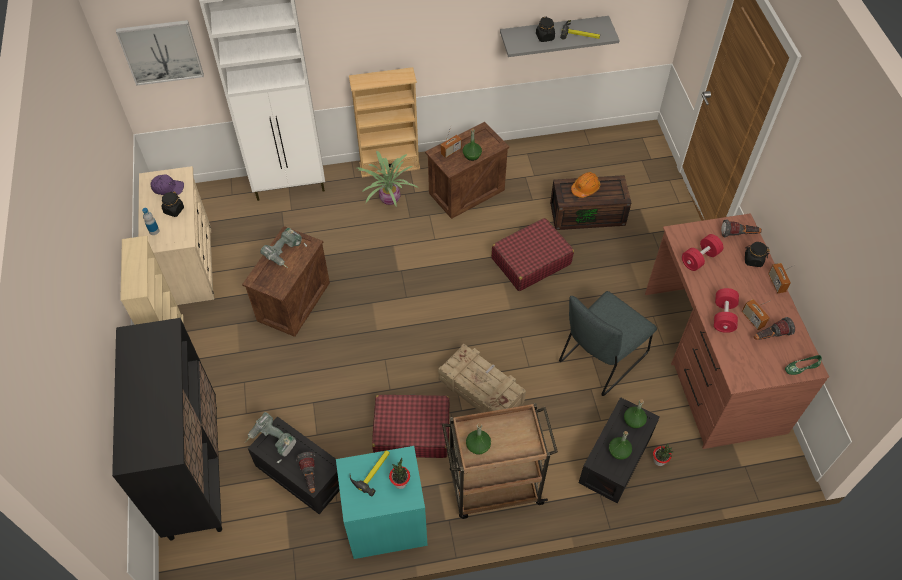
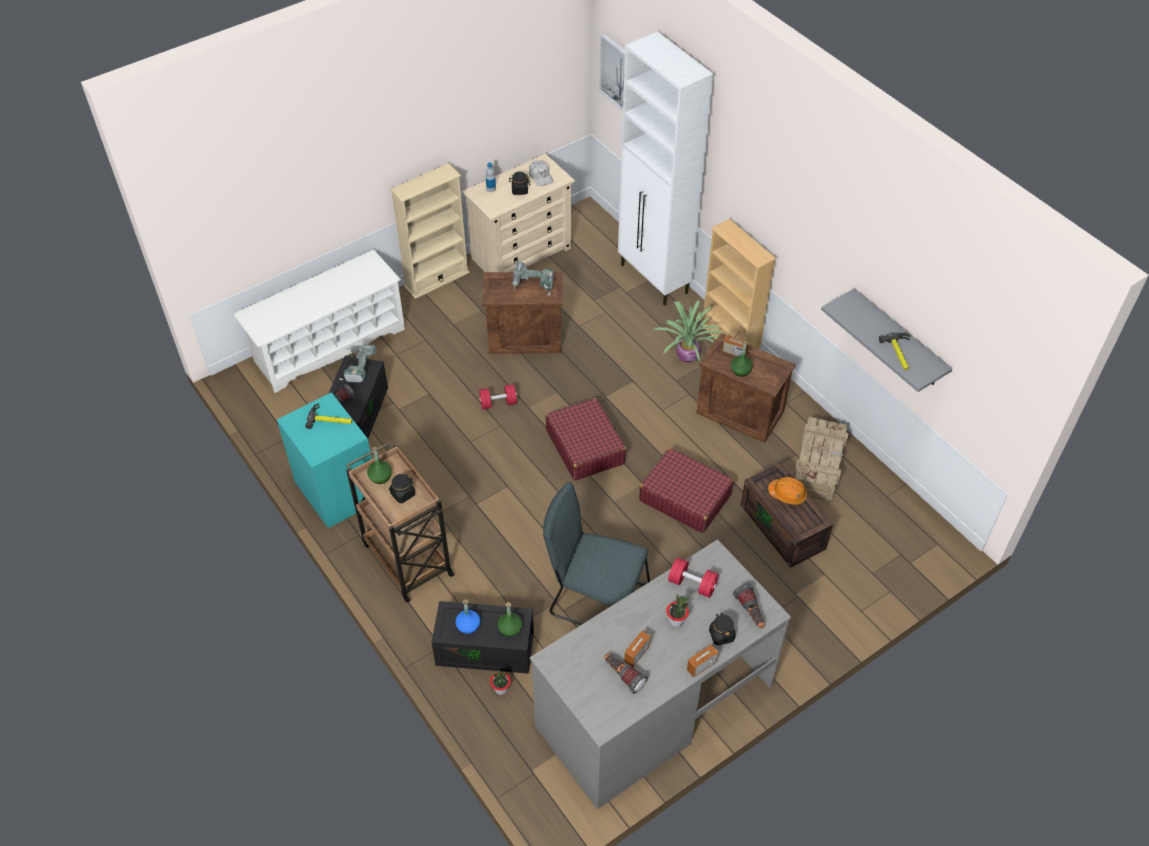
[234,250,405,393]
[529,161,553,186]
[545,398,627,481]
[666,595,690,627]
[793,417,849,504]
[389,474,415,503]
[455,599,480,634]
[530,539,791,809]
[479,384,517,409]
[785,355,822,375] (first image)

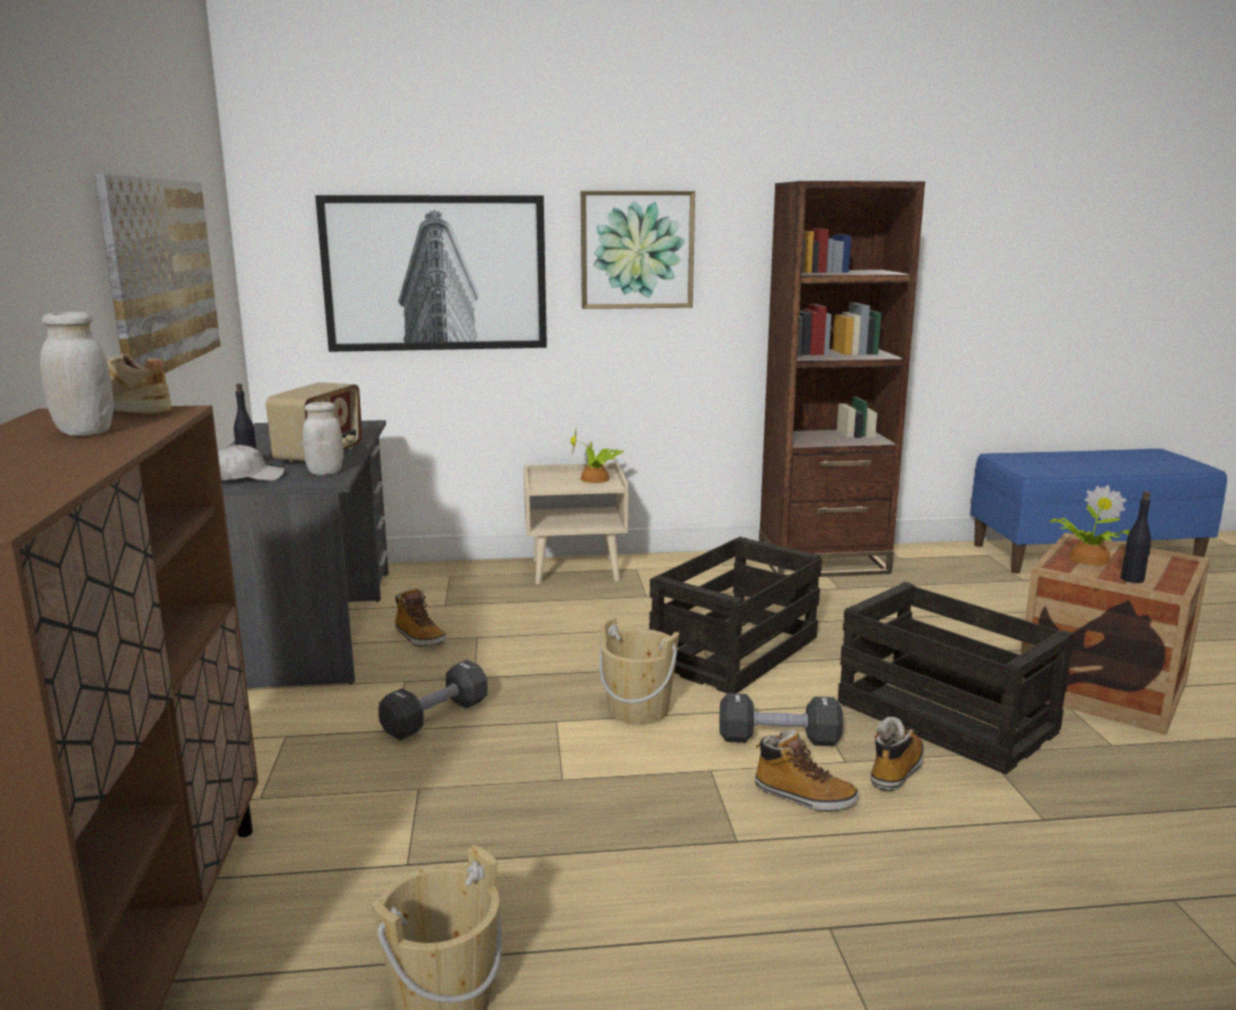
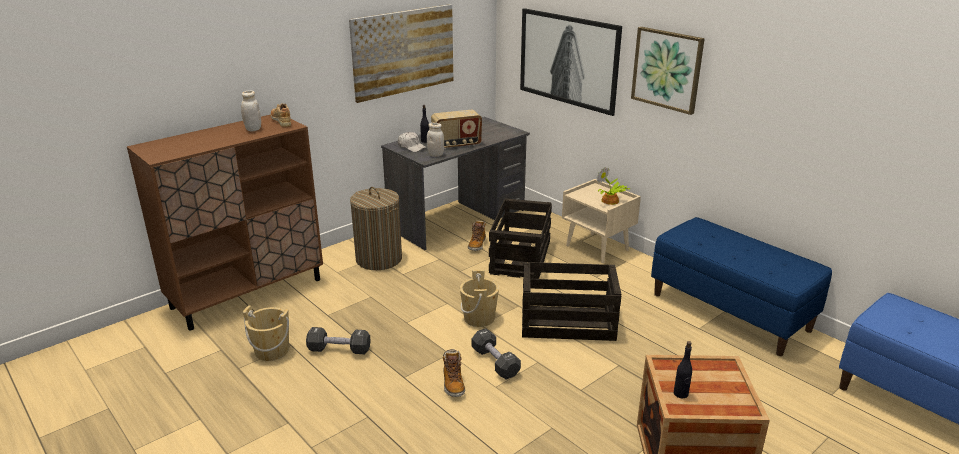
[306,327,371,354]
[651,217,832,356]
[489,198,552,279]
[871,717,924,791] (first image)
[1048,485,1130,565] (first image)
[350,187,402,270]

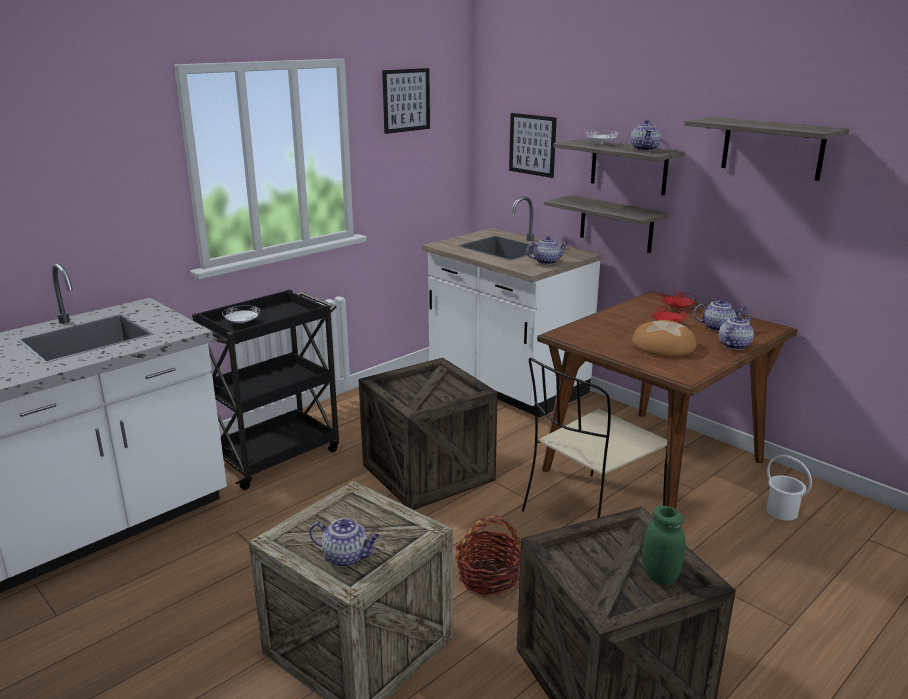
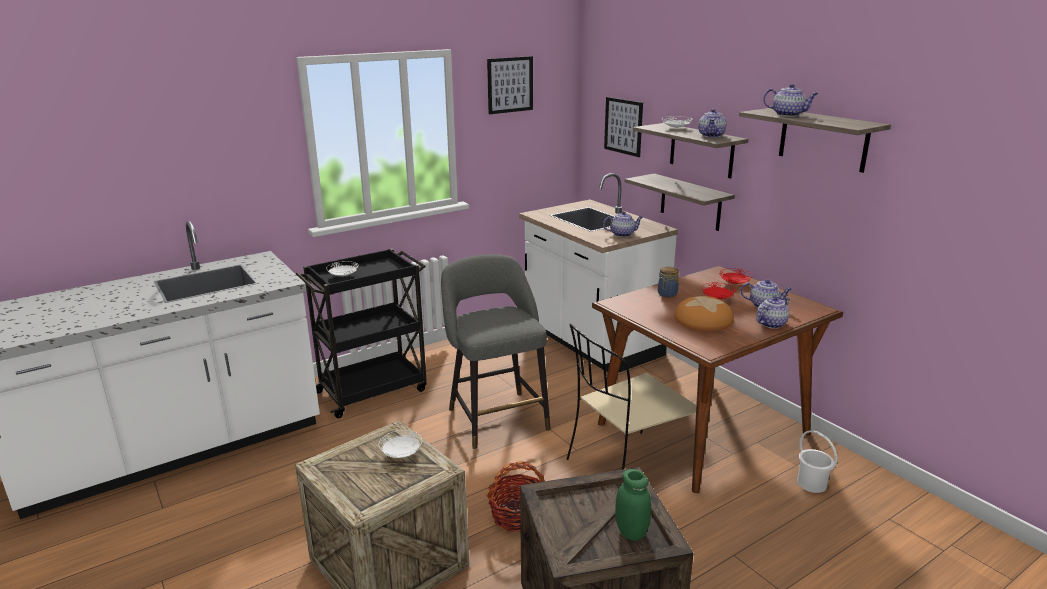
[763,84,818,117]
[441,254,551,449]
[379,430,422,458]
[658,267,679,297]

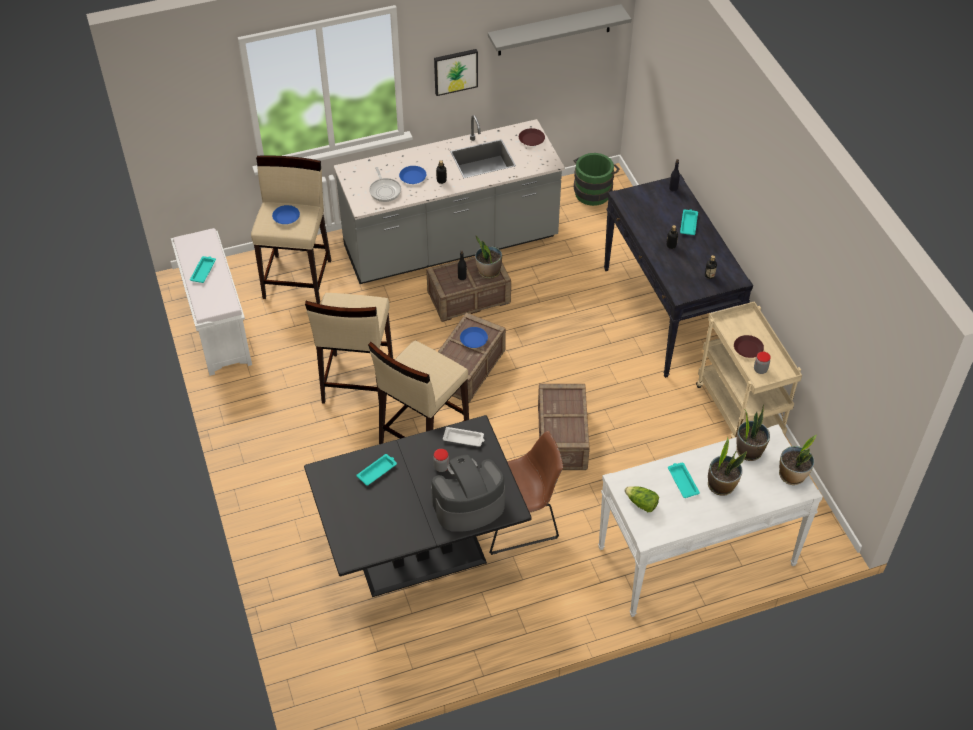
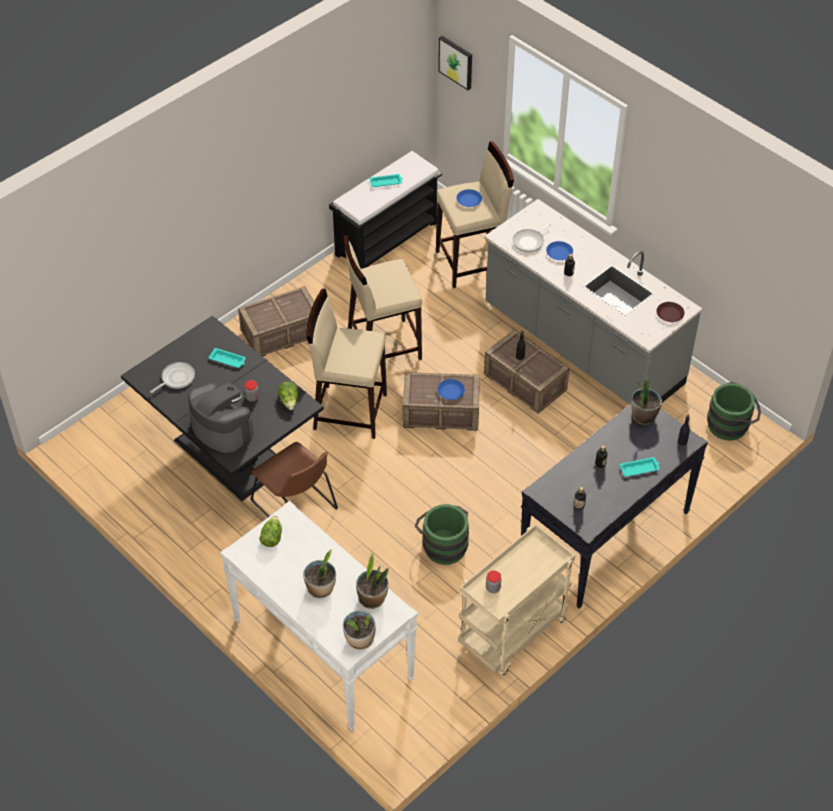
[329,150,442,269]
[438,36,472,90]
[278,382,298,410]
[631,373,662,425]
[488,4,631,56] (first image)
[238,286,314,356]
[668,462,700,498] (first image)
[734,335,764,358] (first image)
[150,362,195,393]
[415,504,469,565]

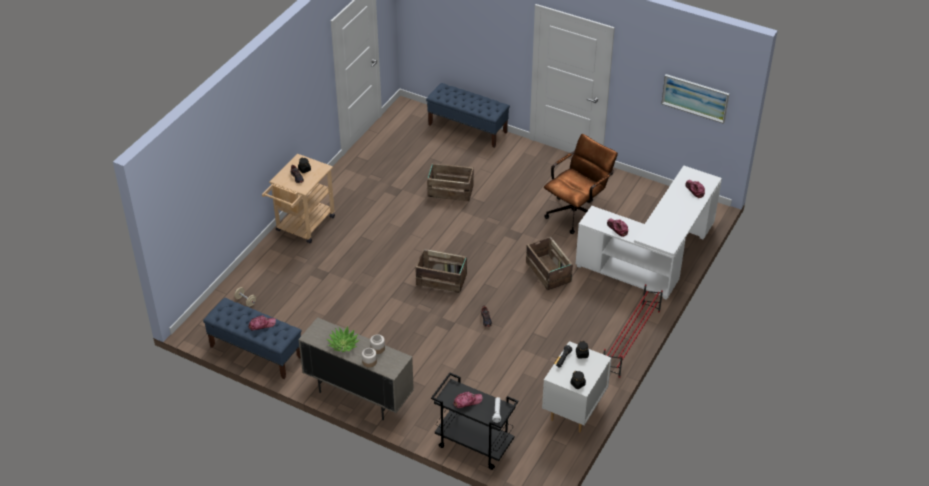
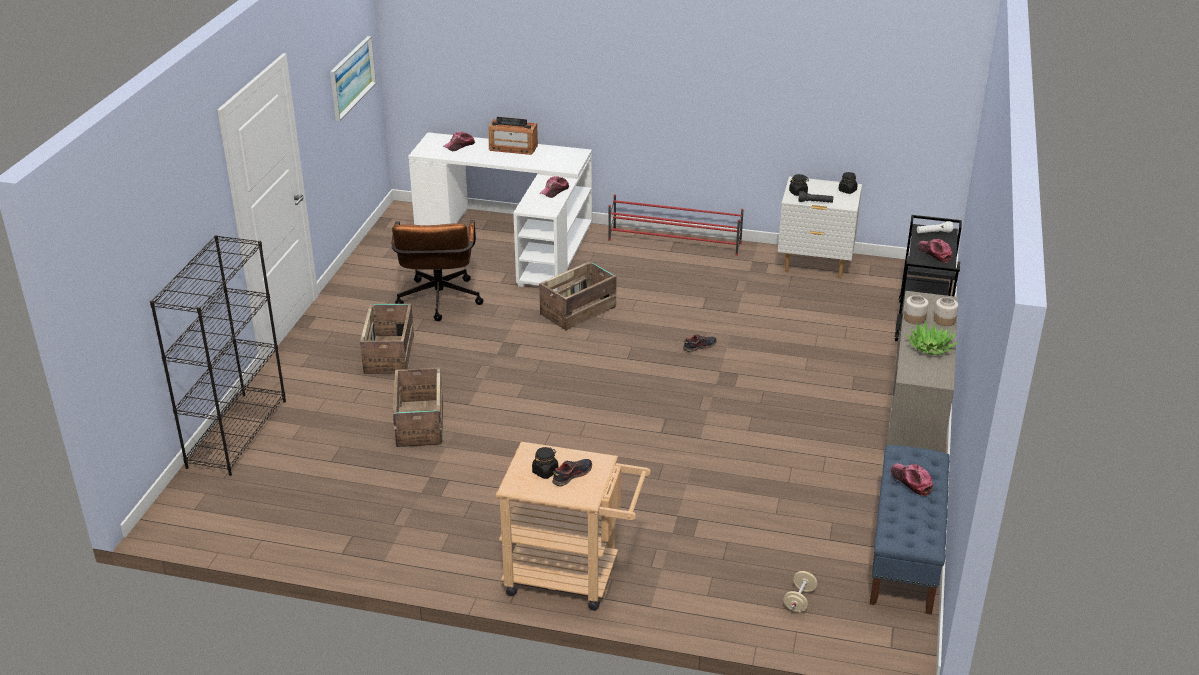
[360,304,414,374]
[150,235,286,476]
[391,220,484,321]
[488,117,538,155]

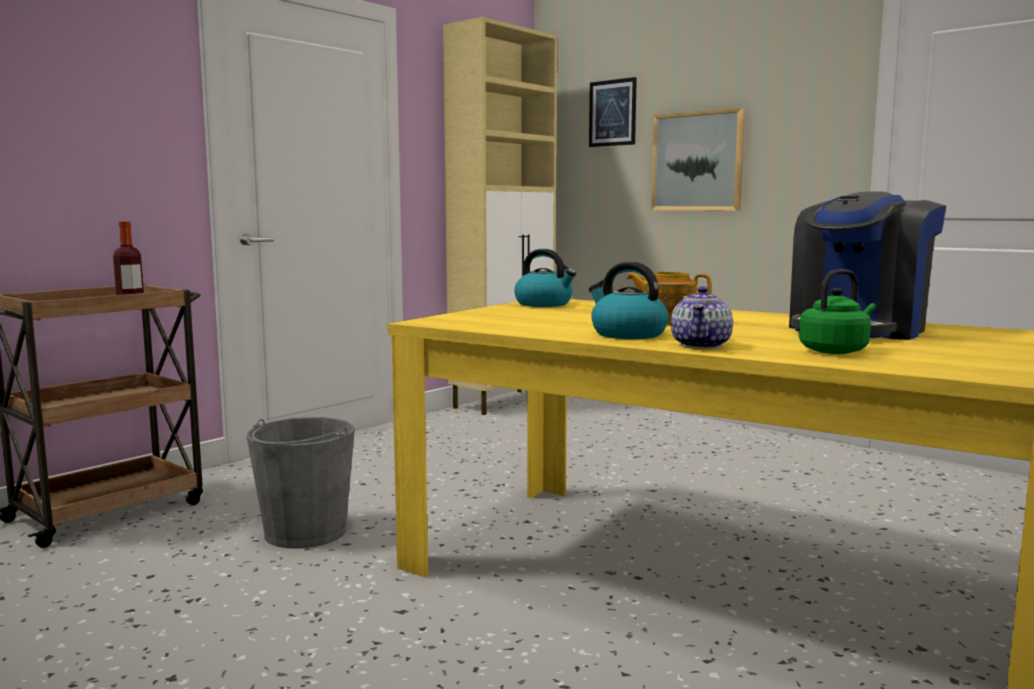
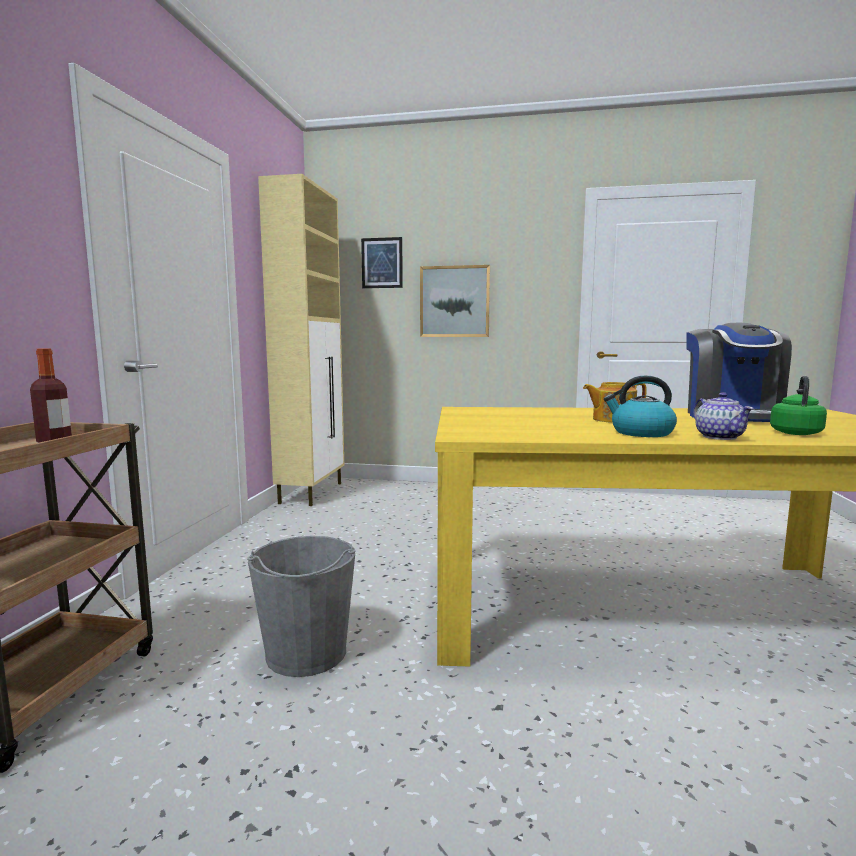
[514,249,576,307] (first image)

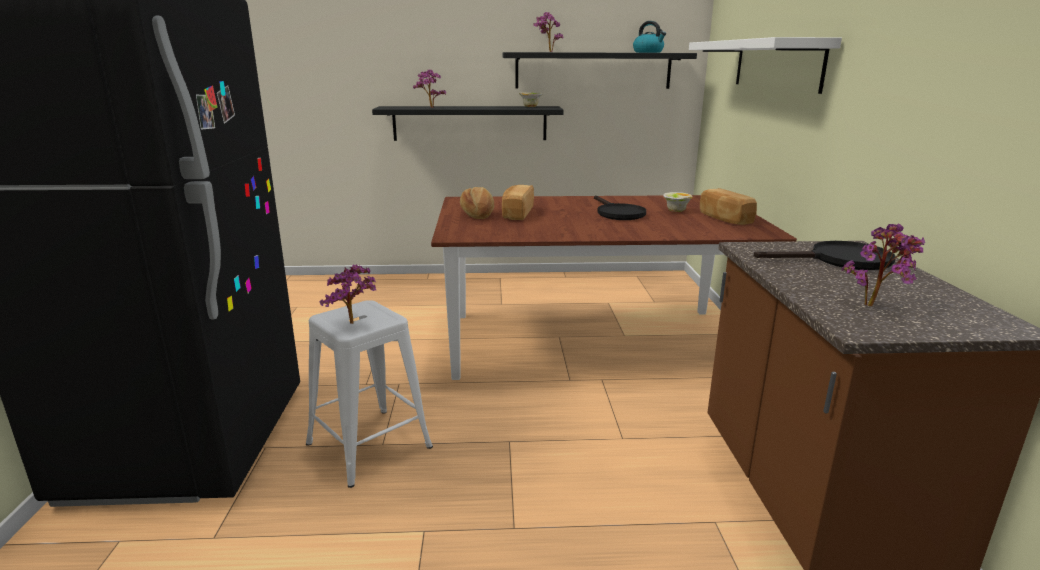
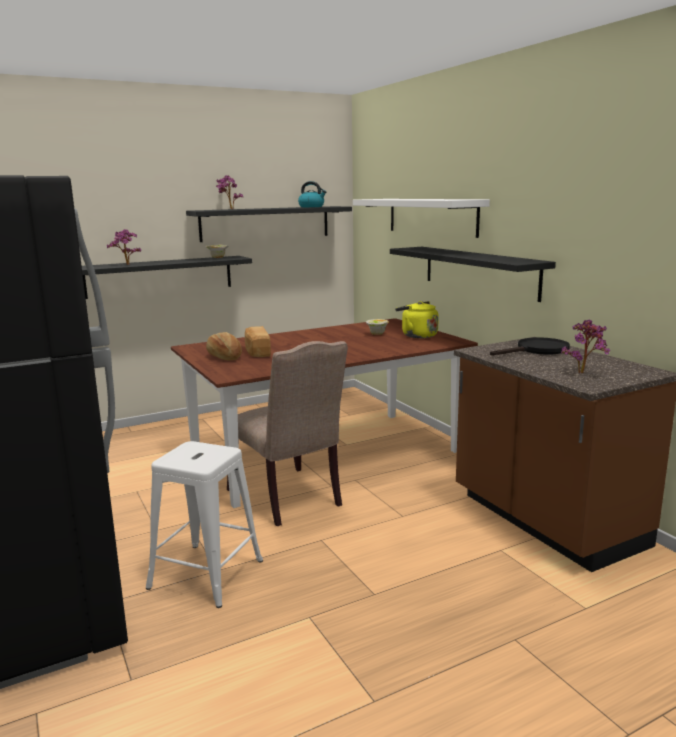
[319,264,376,324] (first image)
[594,196,646,220] (first image)
[395,301,439,338]
[227,341,348,526]
[390,247,556,302]

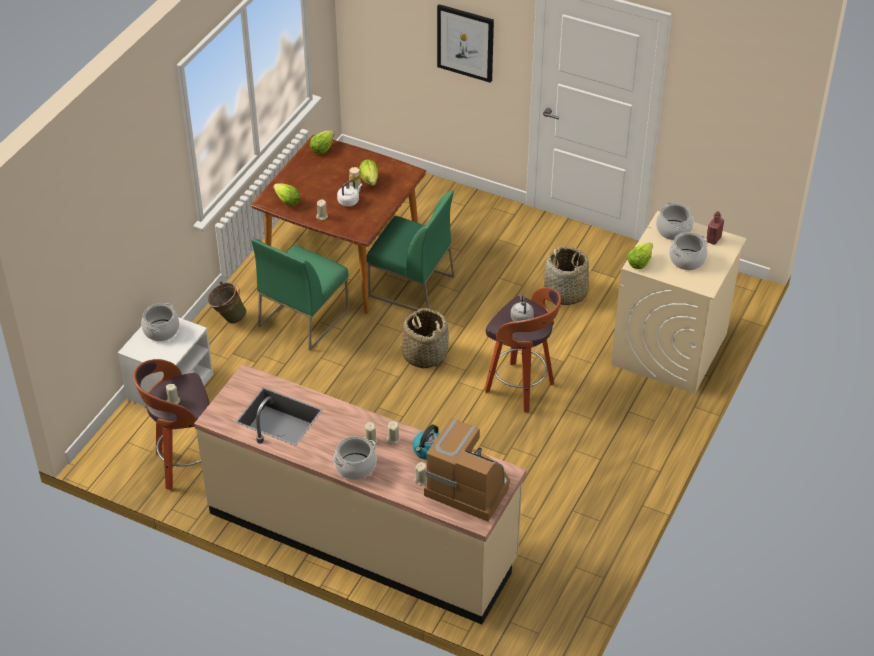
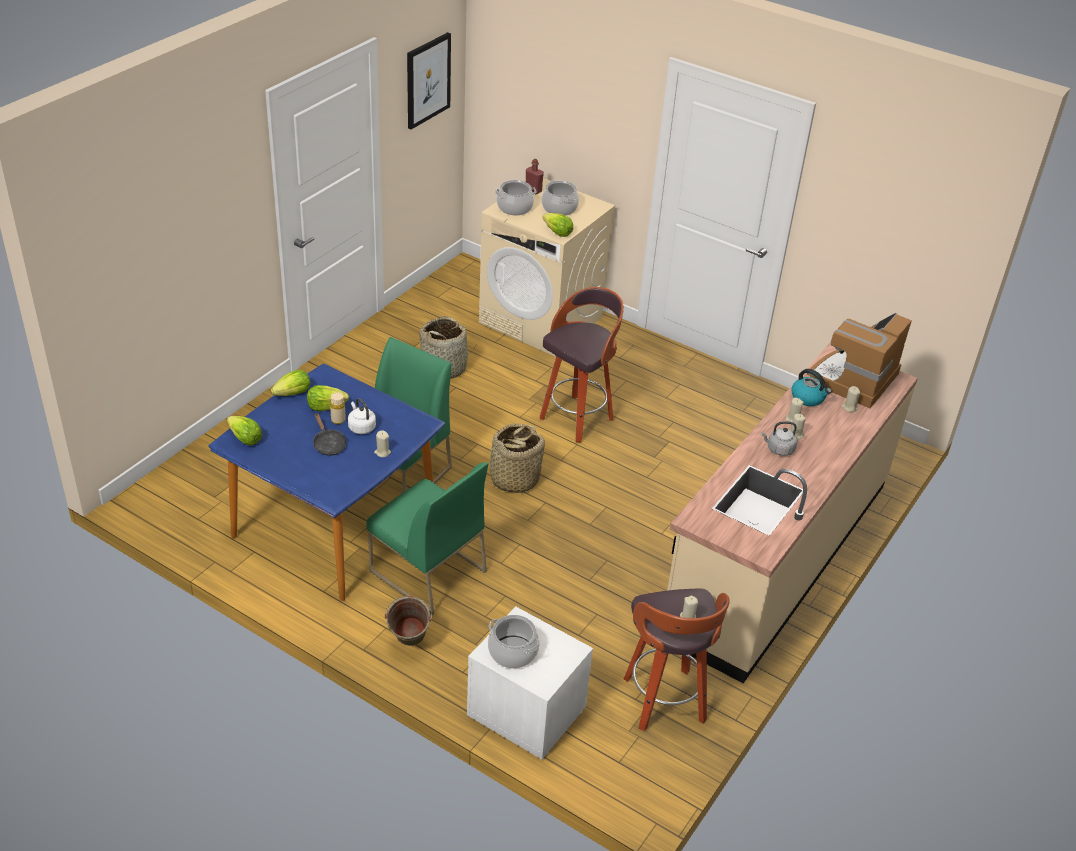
[208,364,445,601]
[271,370,310,396]
[333,436,377,480] (first image)
[407,32,451,130]
[761,421,797,456]
[313,413,347,456]

